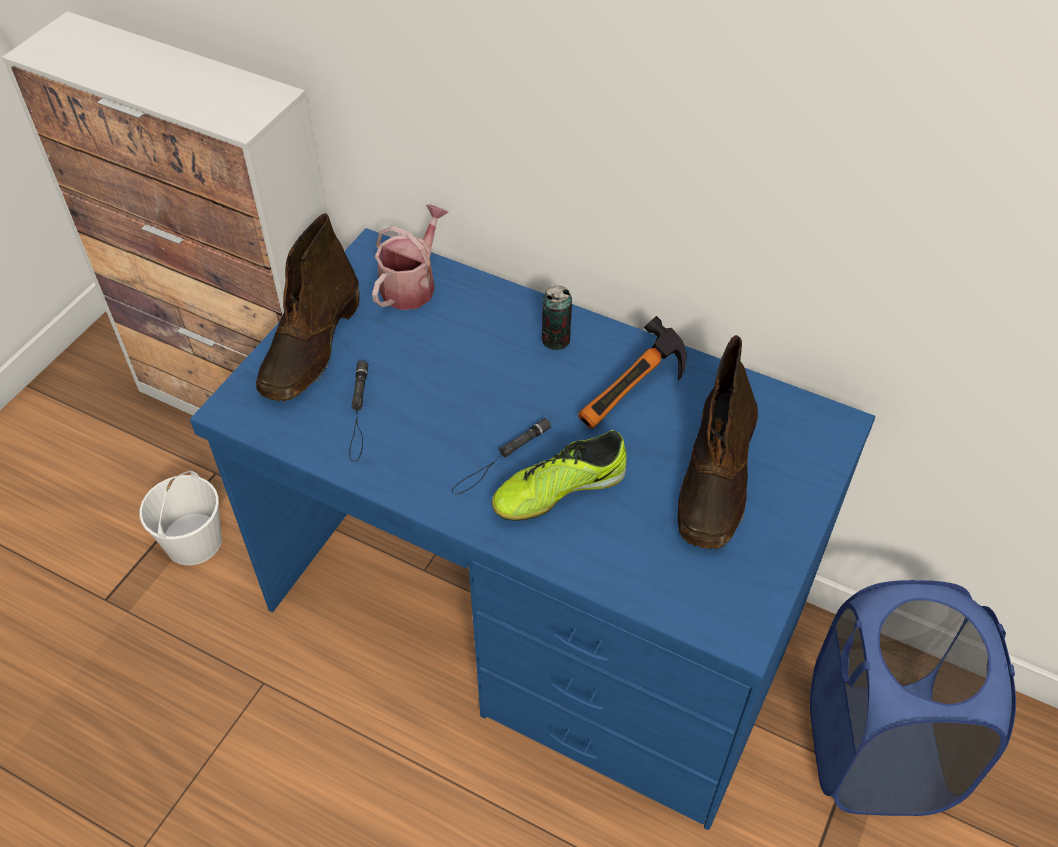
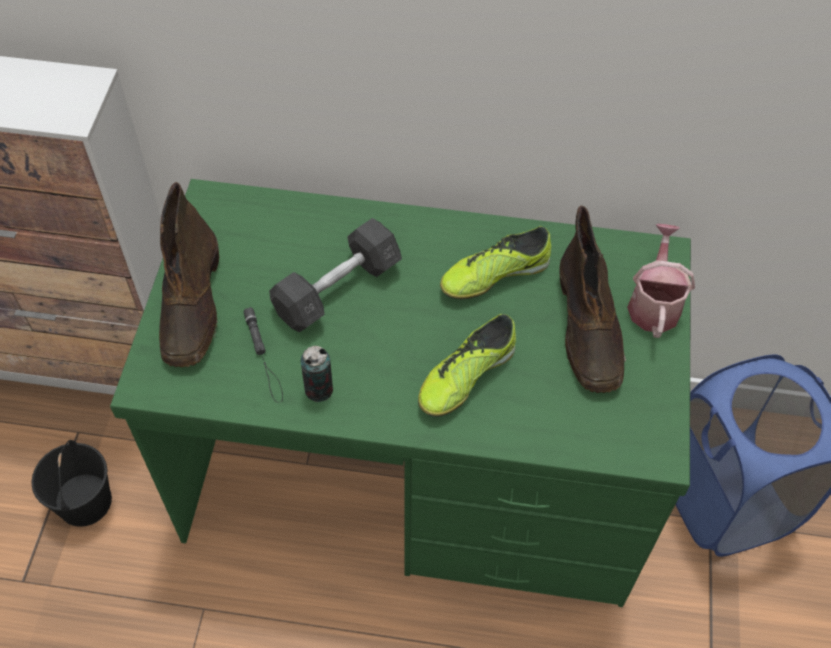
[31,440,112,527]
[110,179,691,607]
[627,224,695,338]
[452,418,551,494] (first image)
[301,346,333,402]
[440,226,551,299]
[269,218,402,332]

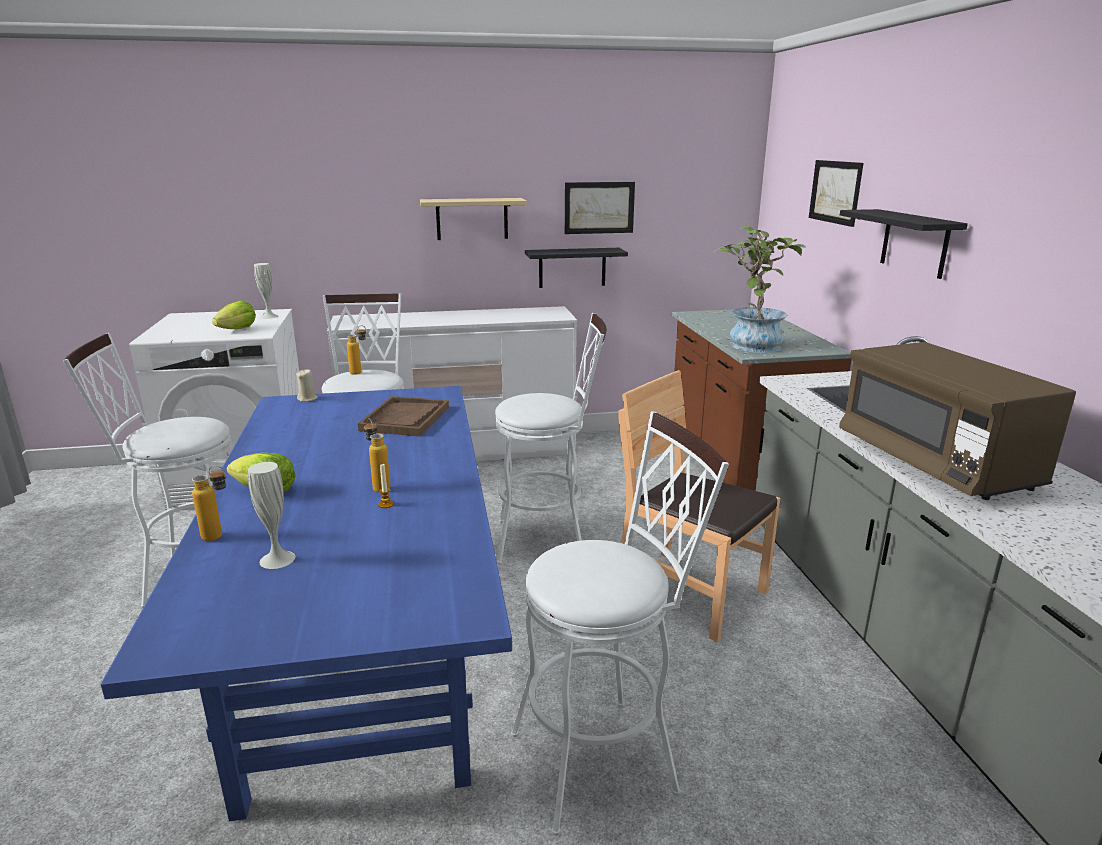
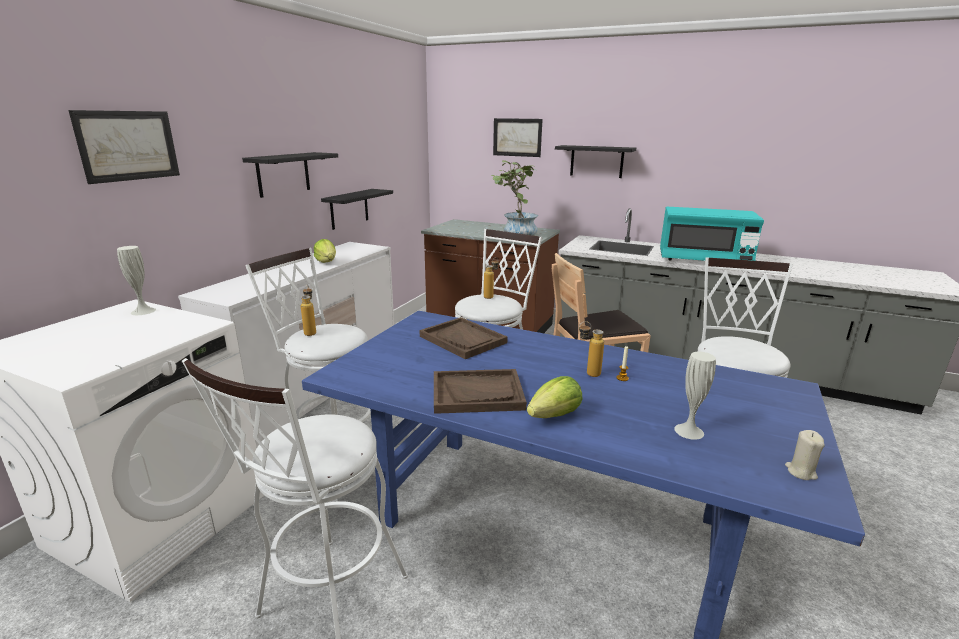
[484,257,499,299]
[314,239,336,263]
[785,430,825,480]
[242,152,338,198]
[68,110,180,184]
[660,207,764,261]
[434,369,527,414]

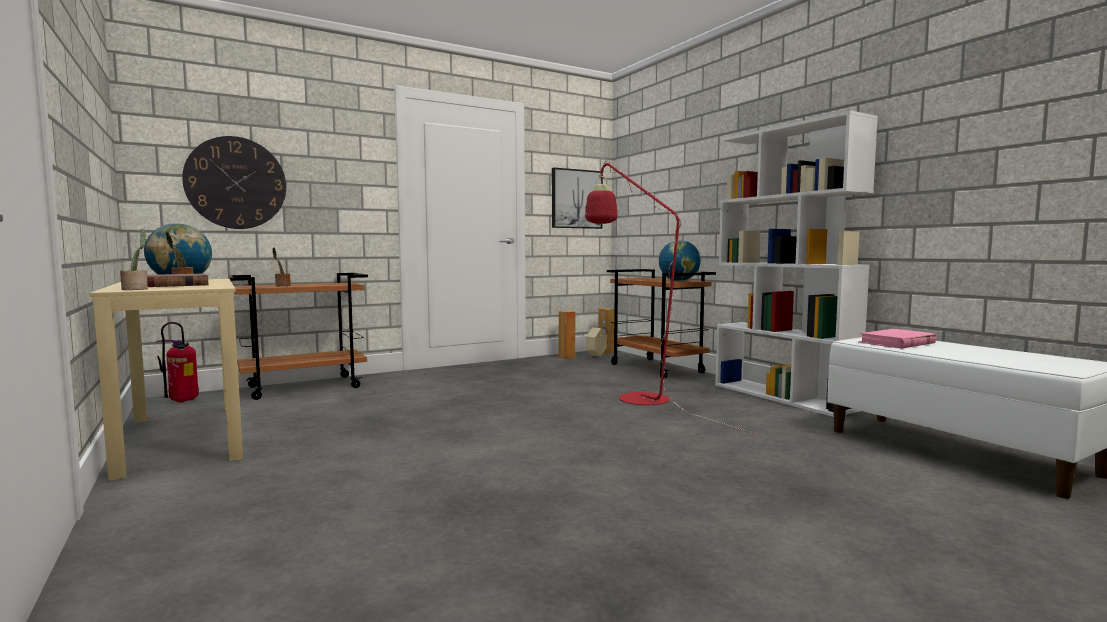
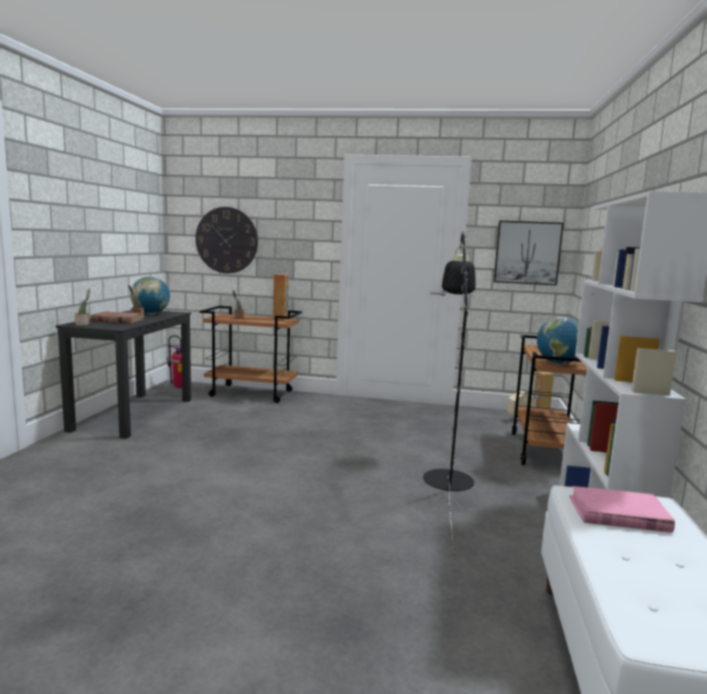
[56,310,191,439]
[273,274,289,321]
[423,231,476,557]

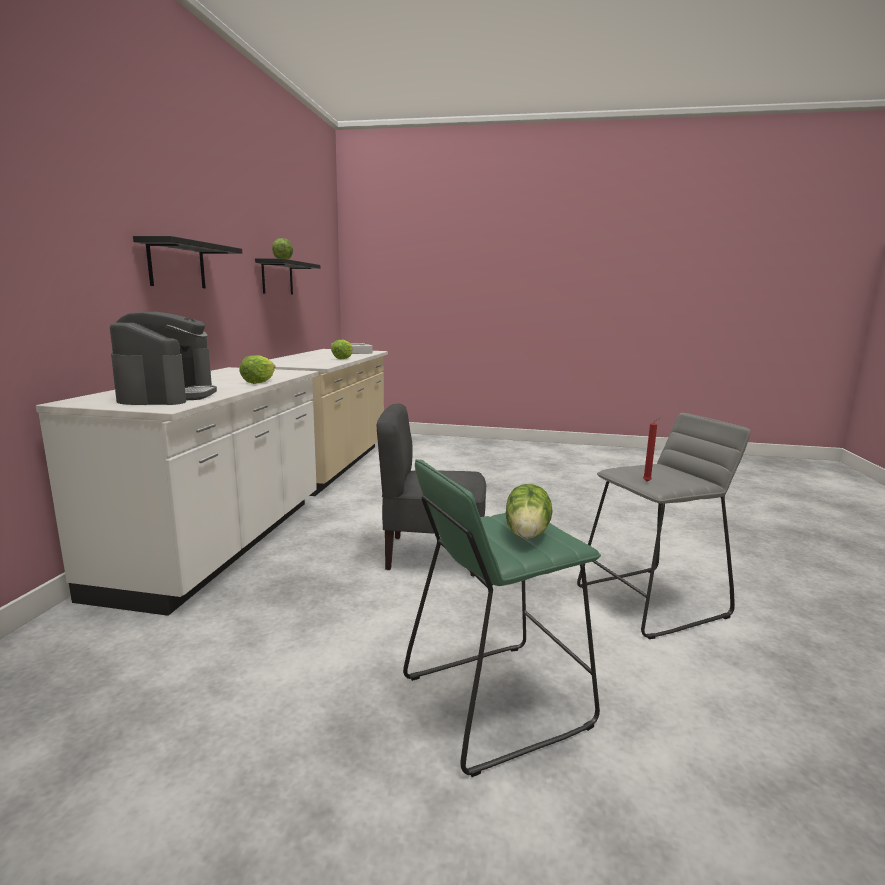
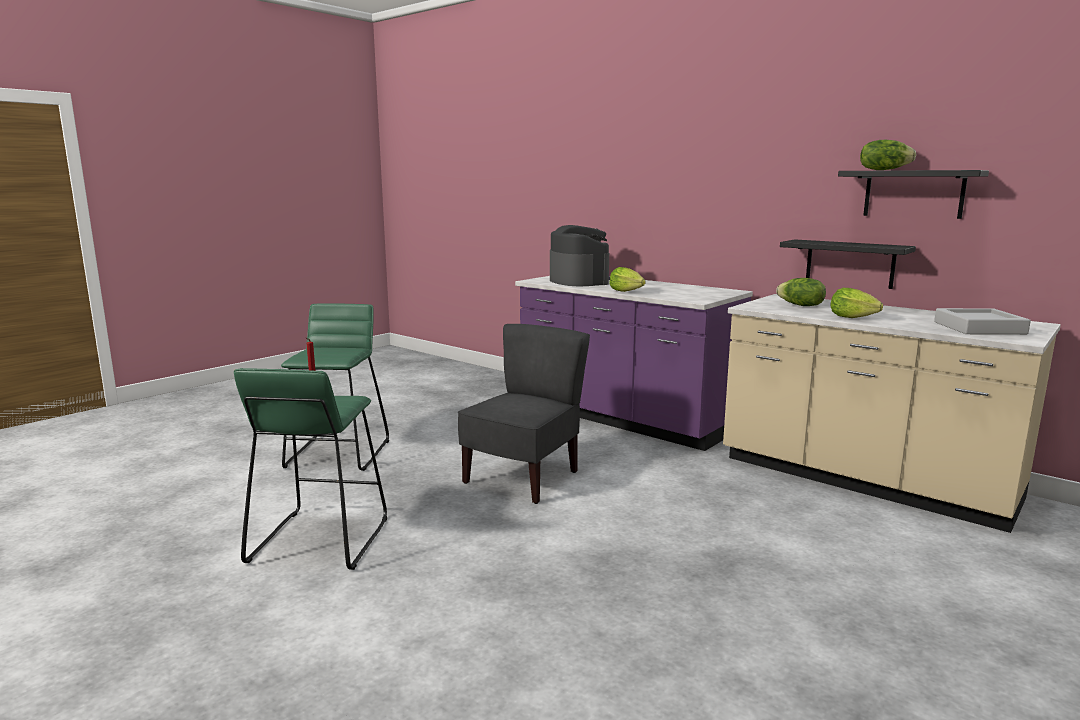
[515,276,753,451]
[550,225,610,286]
[780,240,916,289]
[776,278,826,306]
[234,368,387,570]

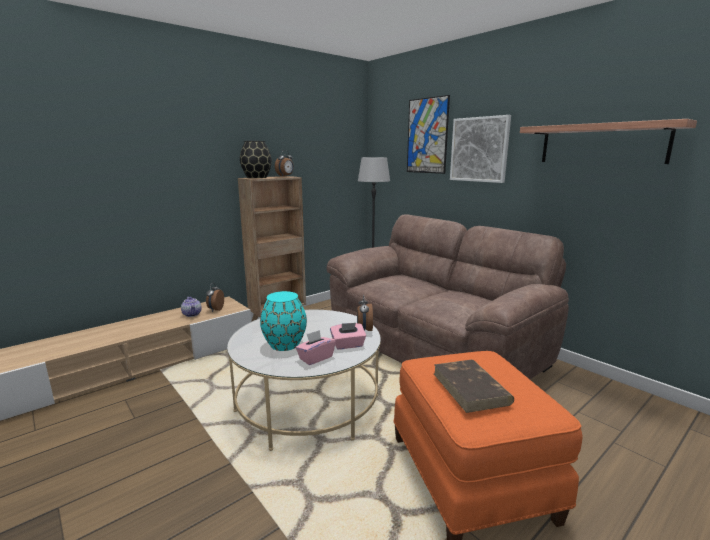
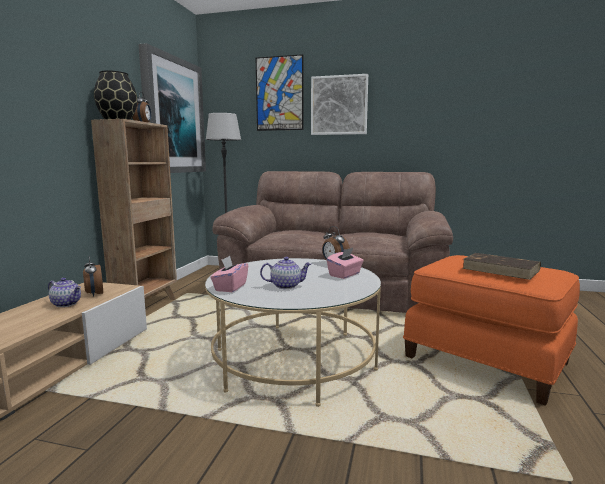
[260,257,311,289]
[210,256,248,292]
[520,119,697,164] (first image)
[138,43,206,173]

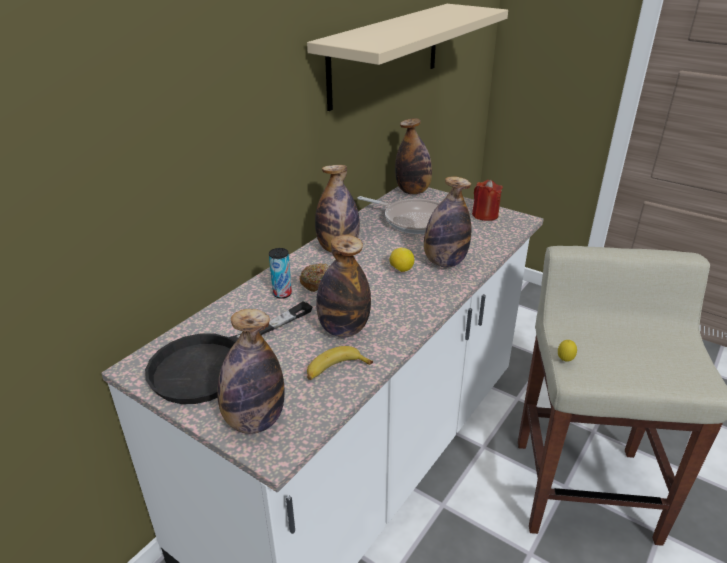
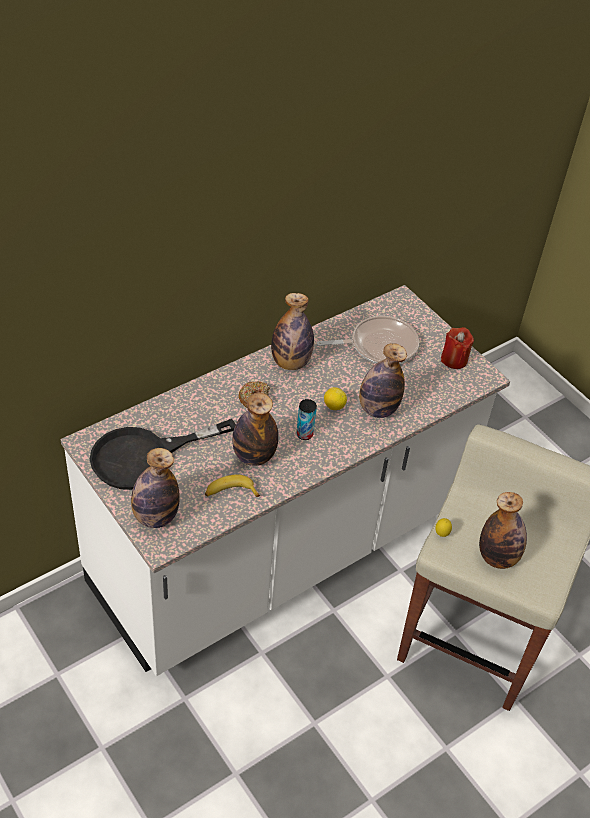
[297,399,317,440]
[307,4,508,111] (first image)
[317,316,419,364]
[479,492,527,569]

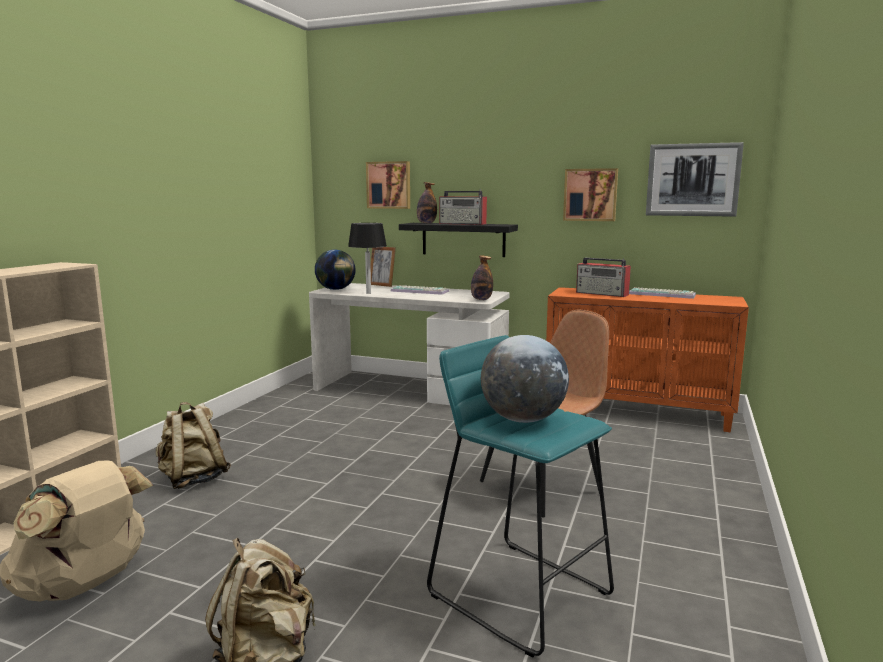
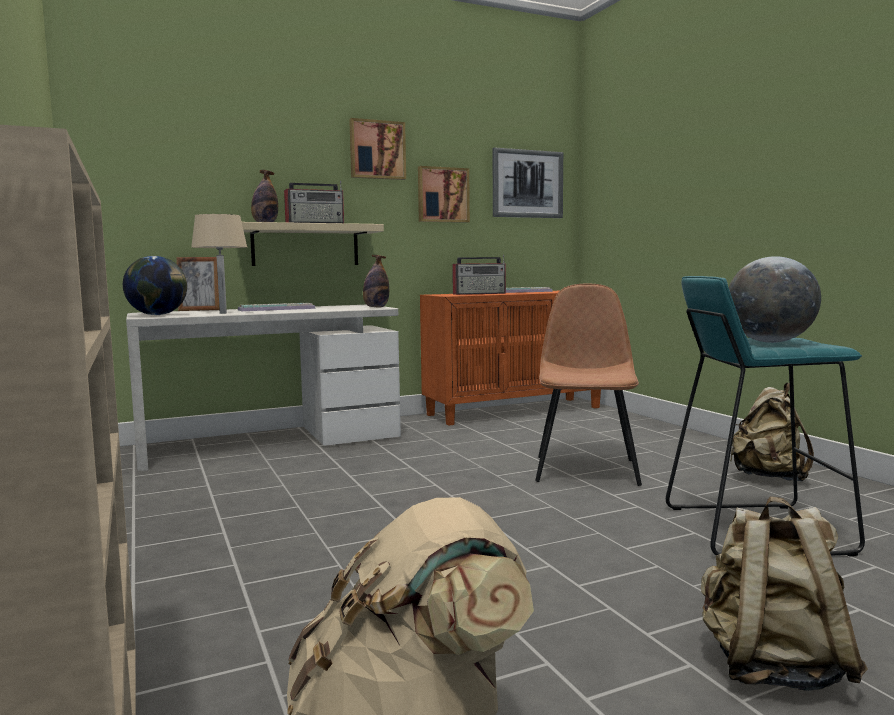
[730,383,814,481]
[191,214,247,314]
[349,118,406,180]
[242,222,384,266]

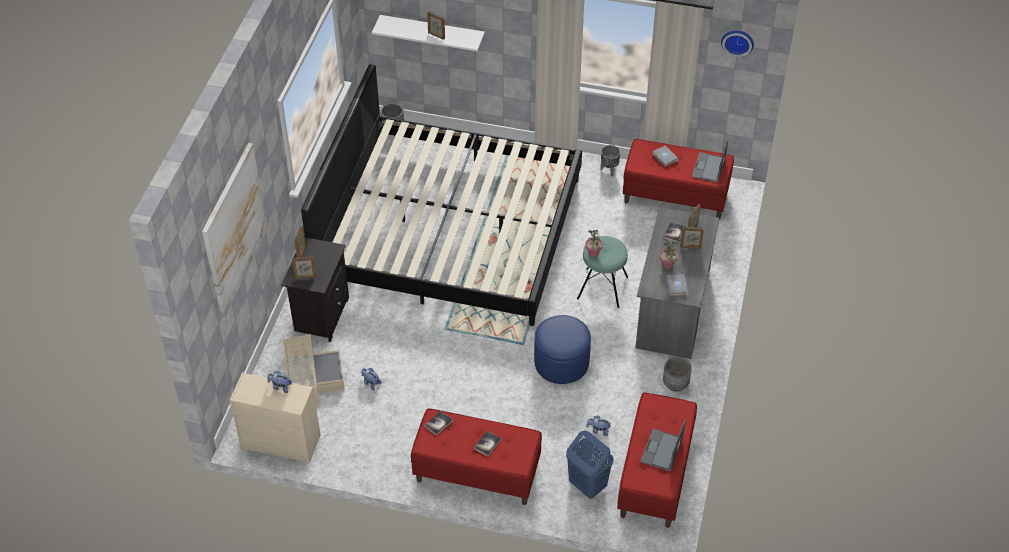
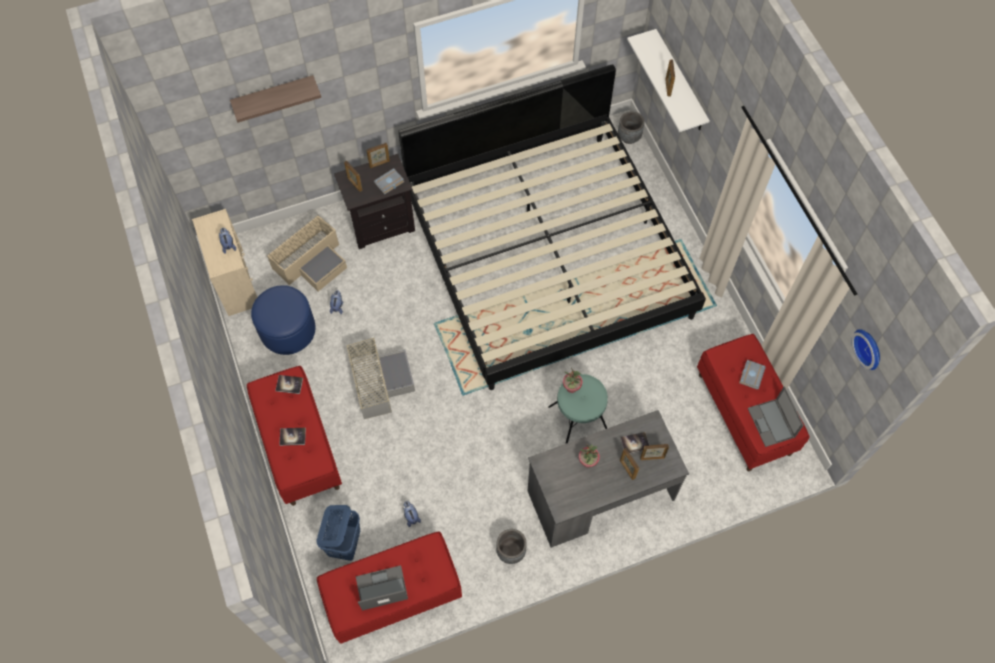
[230,75,321,123]
[251,285,316,355]
[601,145,621,176] (first image)
[374,168,404,194]
[748,386,804,447]
[346,338,415,419]

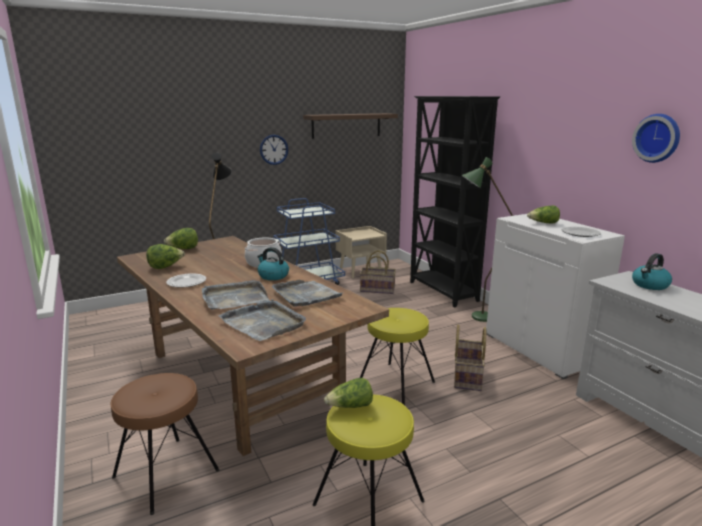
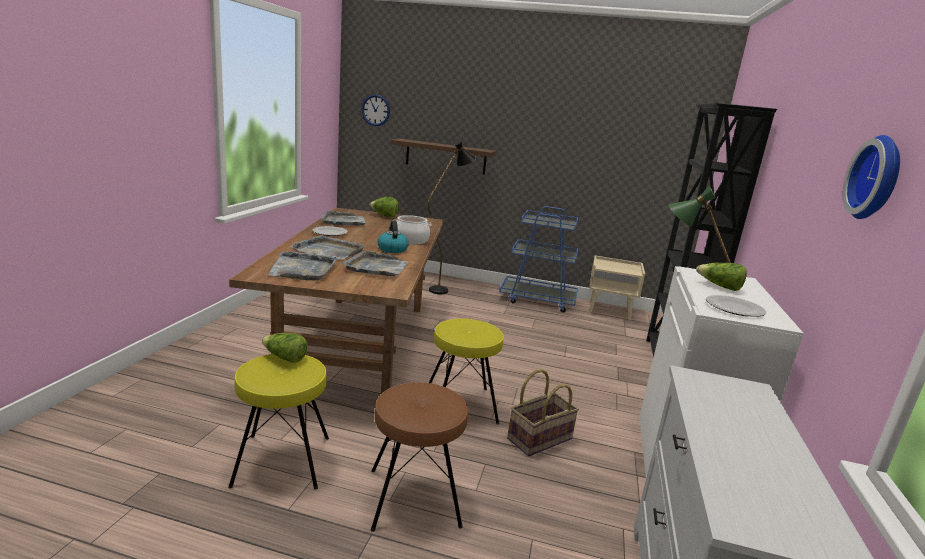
[371,383,468,532]
[321,211,366,226]
[361,95,390,126]
[391,139,497,175]
[360,250,396,294] (first image)
[632,253,672,290] (first image)

